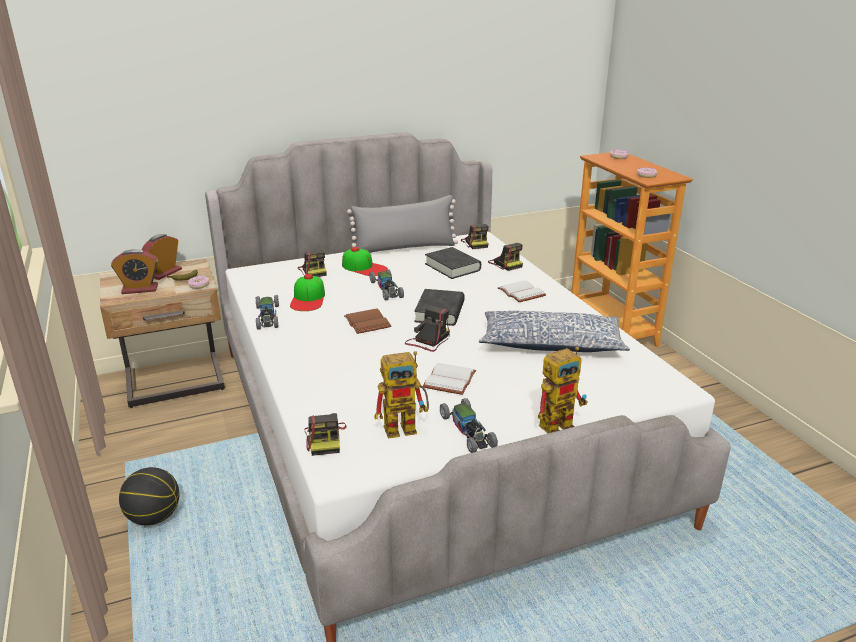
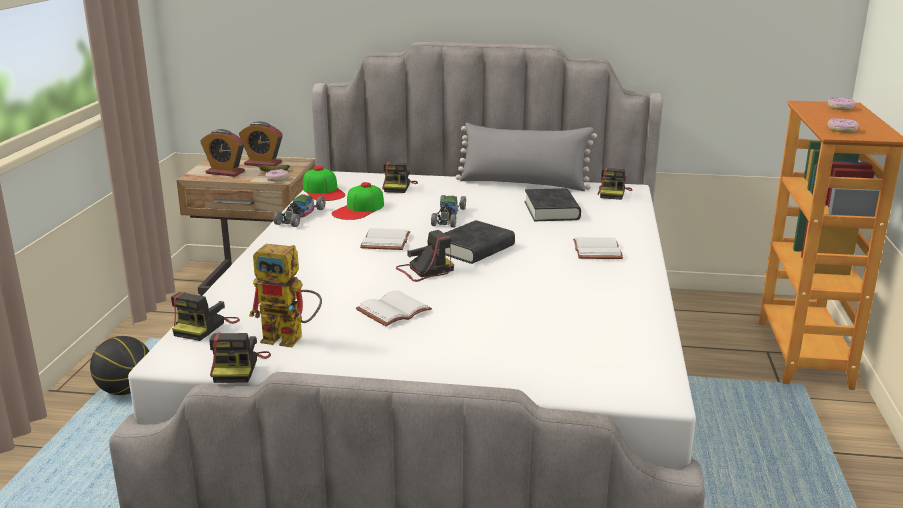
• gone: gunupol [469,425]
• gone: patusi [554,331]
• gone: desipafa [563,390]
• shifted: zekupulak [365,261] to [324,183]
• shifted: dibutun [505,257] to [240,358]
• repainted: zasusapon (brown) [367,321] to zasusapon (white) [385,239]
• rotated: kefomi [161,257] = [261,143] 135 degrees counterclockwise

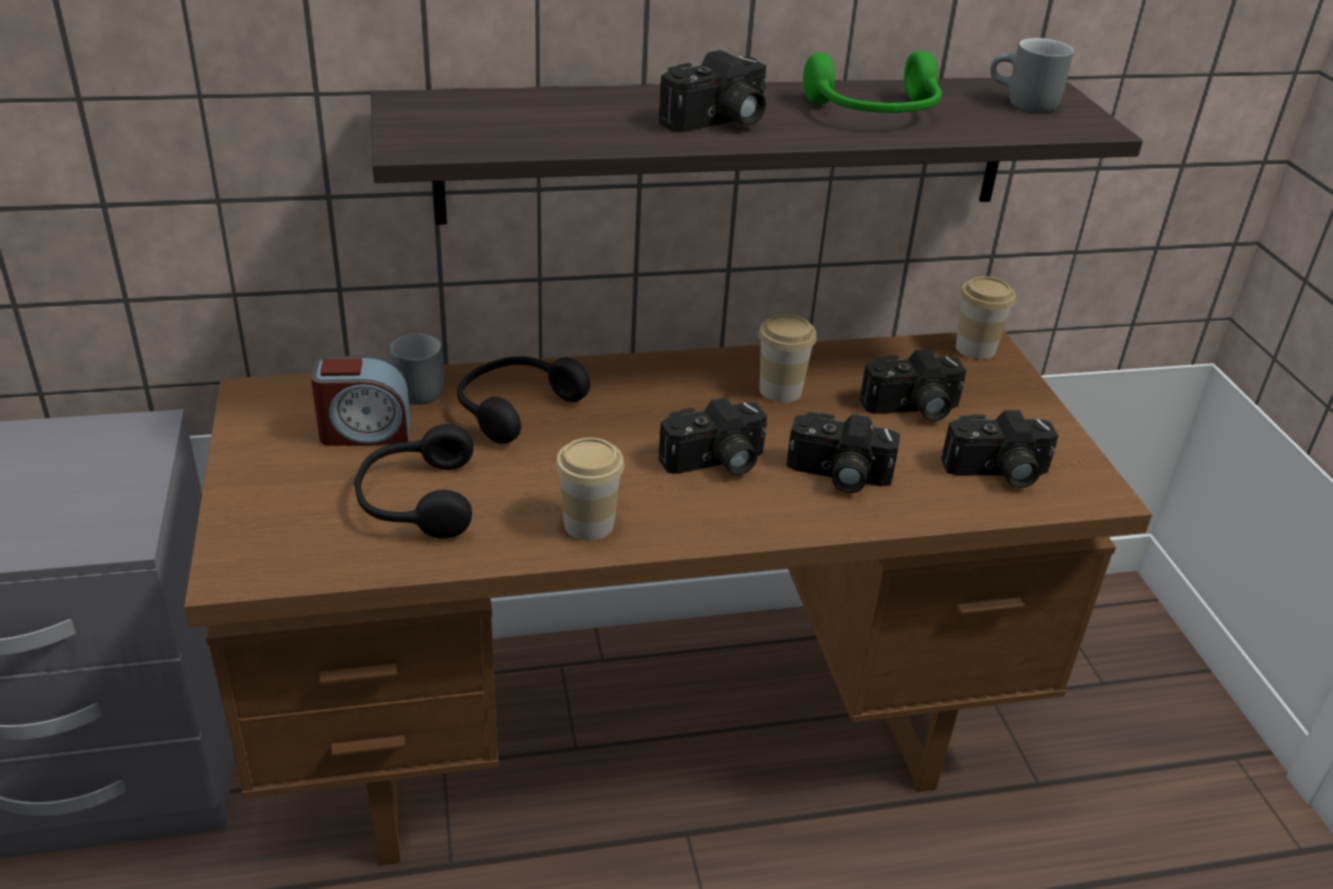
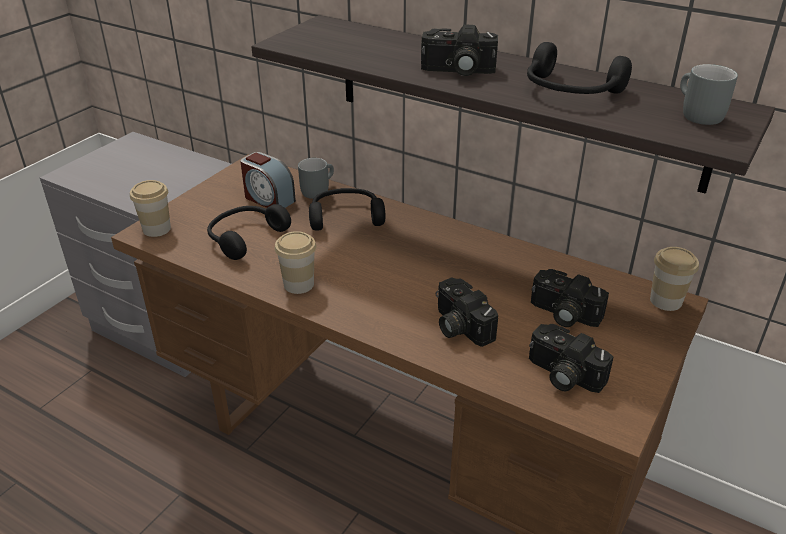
• gone: dibutun [712,436]
• shifted: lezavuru [787,358] to [150,208]
• repainted: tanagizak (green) [872,82] to tanagizak (black) [579,68]

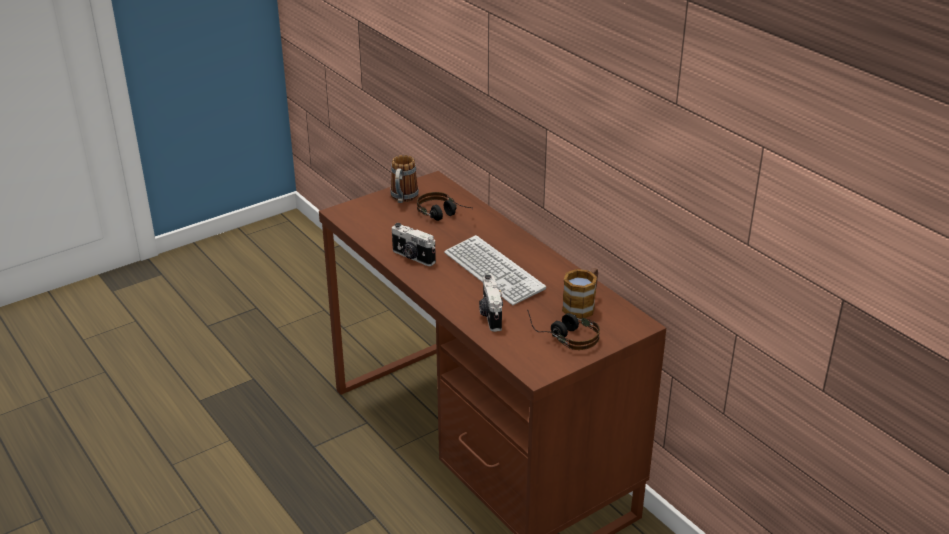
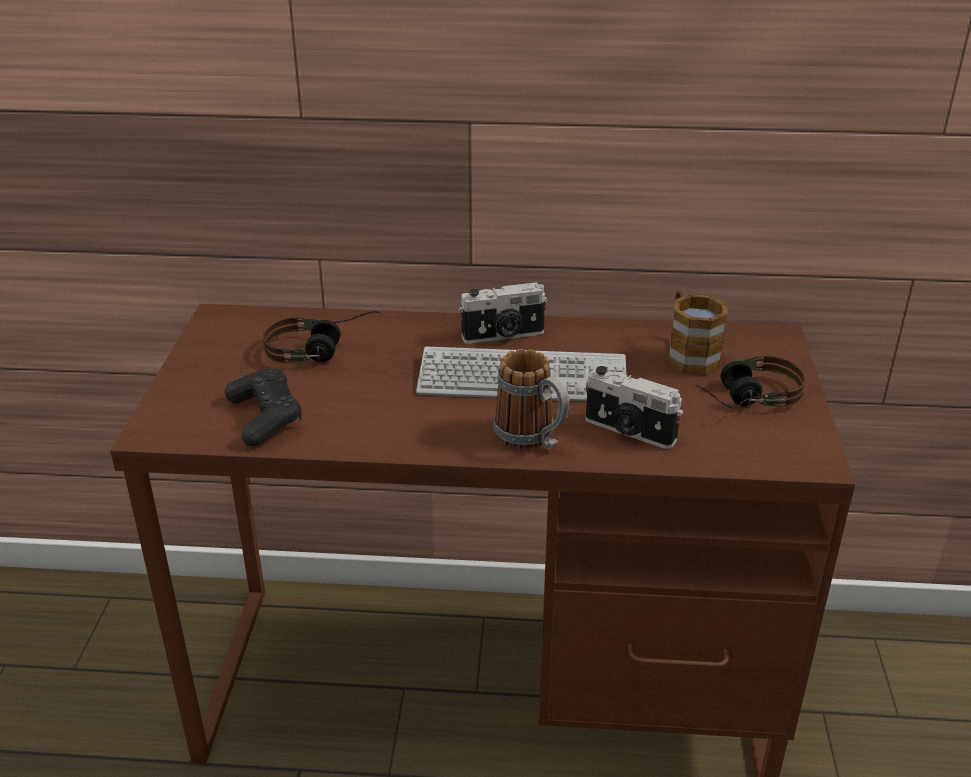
• new: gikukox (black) [263,408]
• shifted: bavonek [404,179] to [531,399]
• shifted: dibutun [414,244] to [503,313]

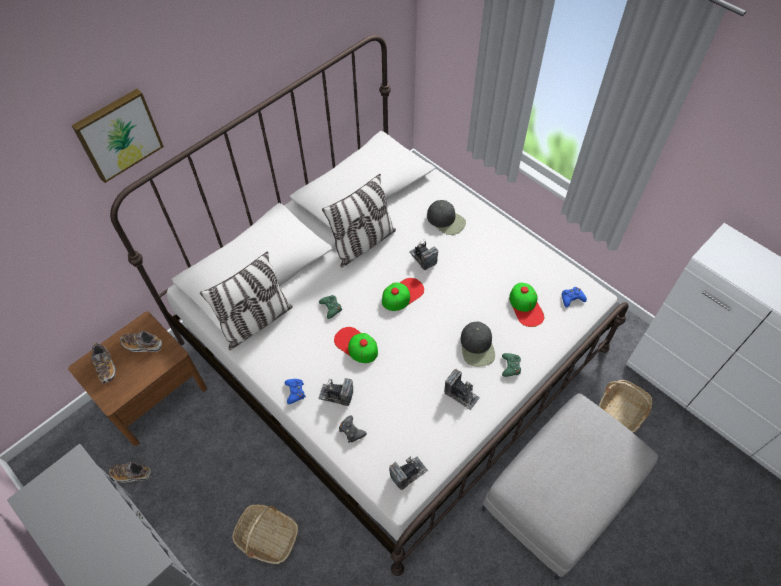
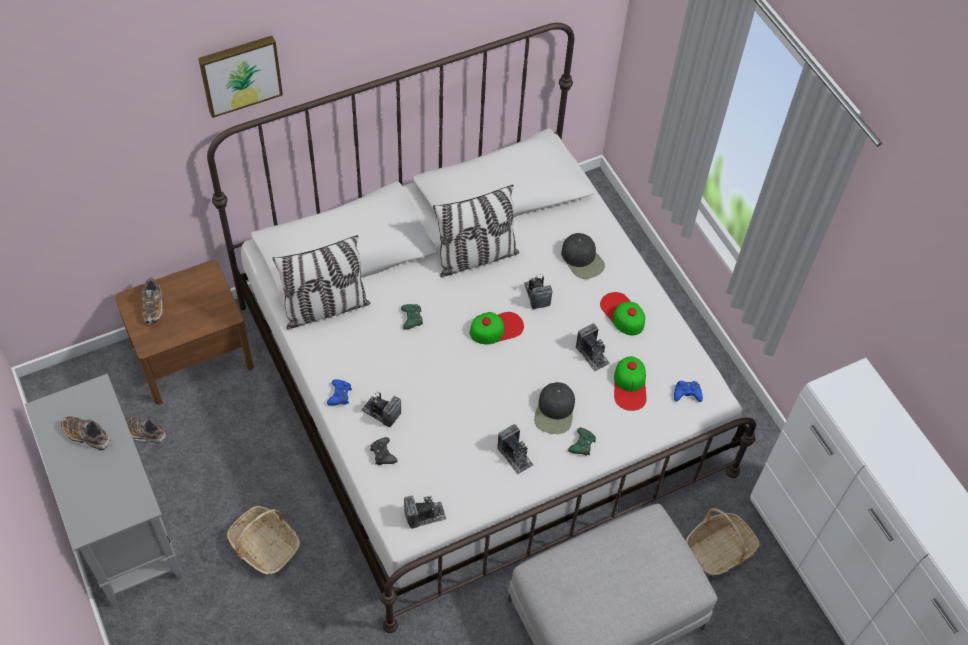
• new: dibutun [593,348]
• shifted: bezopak [141,341] to [86,433]
• shifted: zekupulak [356,345] to [622,314]

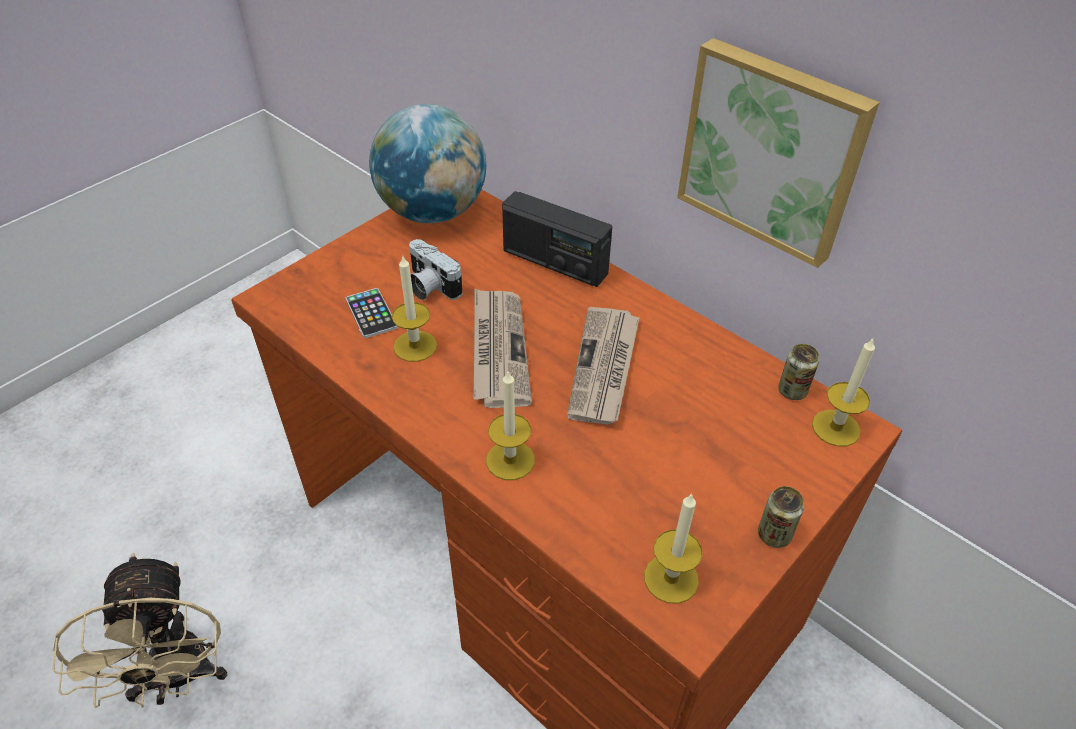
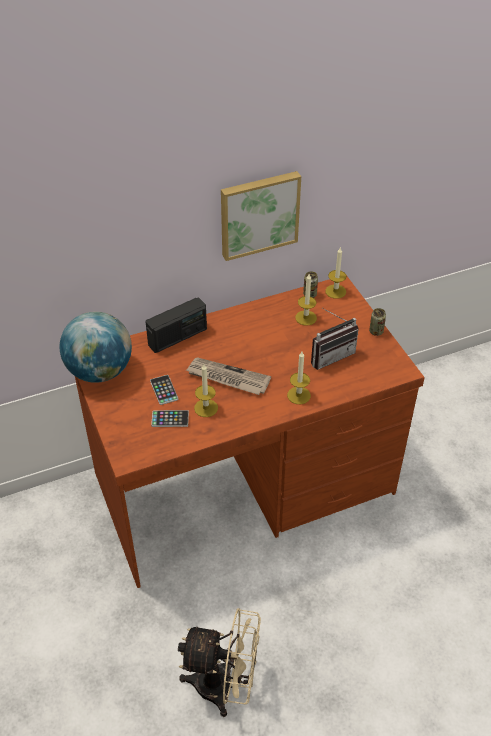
• gone: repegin [603,366]
• new: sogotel [335,339]
• shifted: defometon [673,548] to [306,300]
• swapped: dibutun [435,269] to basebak [164,390]

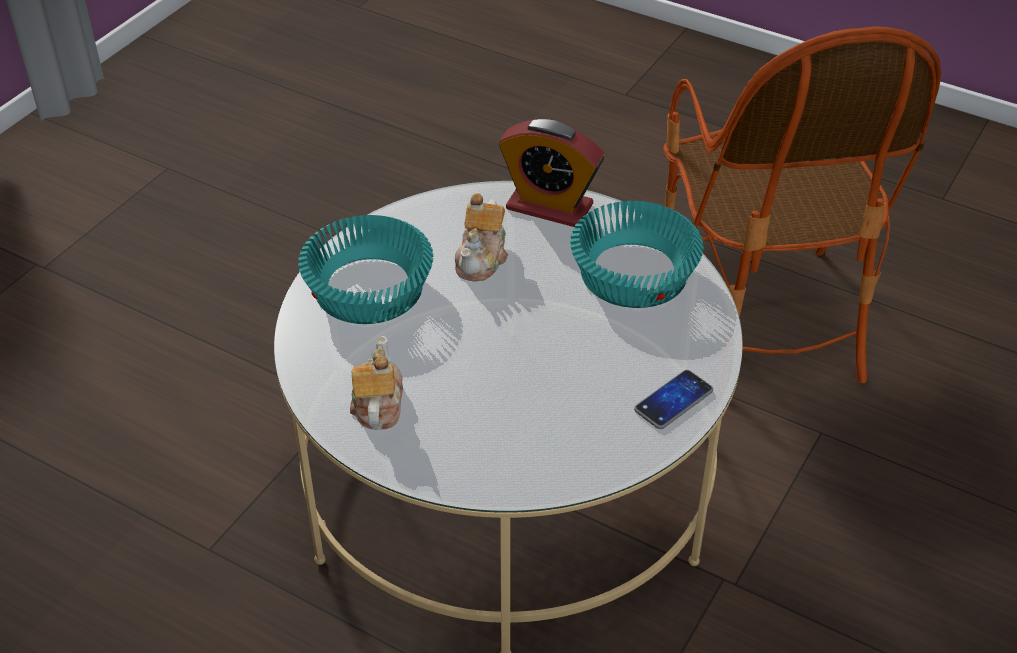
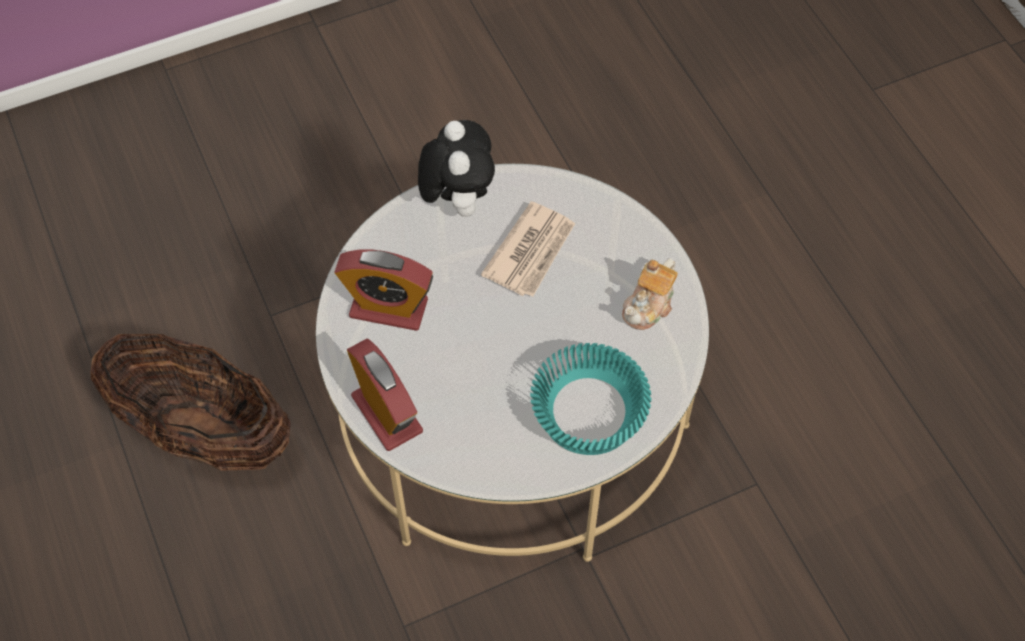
• gone: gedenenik [481,237]
• new: repegin [528,249]
• swapped: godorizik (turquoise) [636,254] to kefomi [384,290]
• swapped: basebak [673,399] to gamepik [456,168]
• swapped: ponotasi [802,204] to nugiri [191,402]

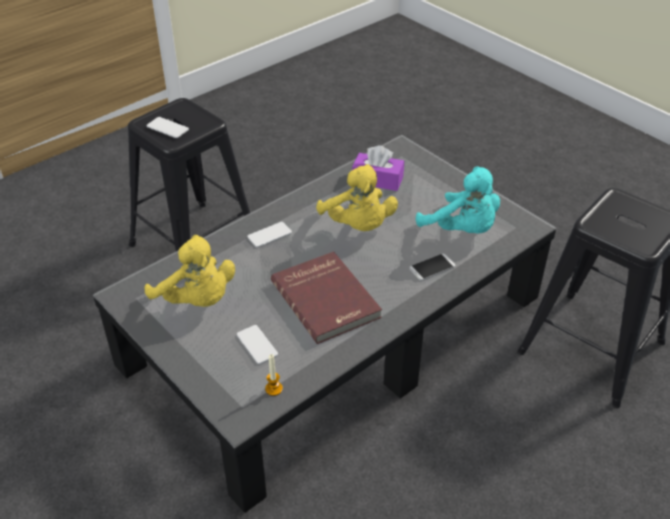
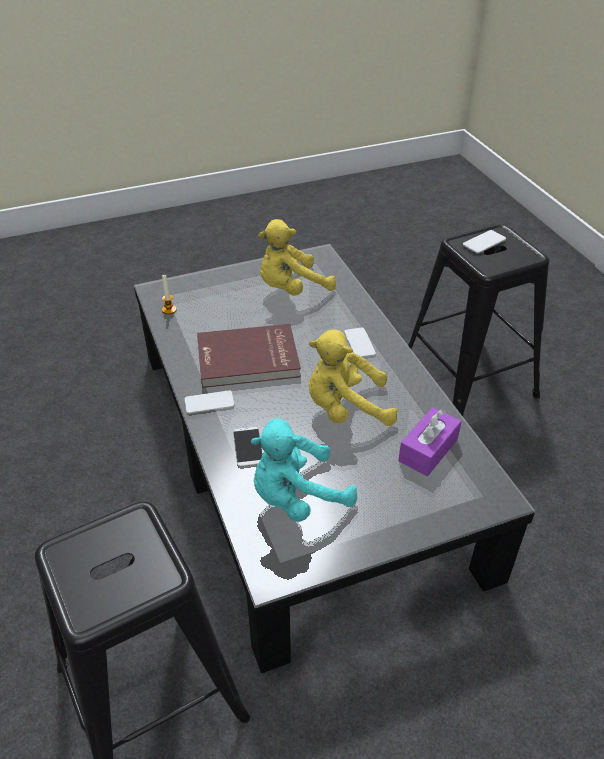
• shifted: basebak [257,344] to [209,402]

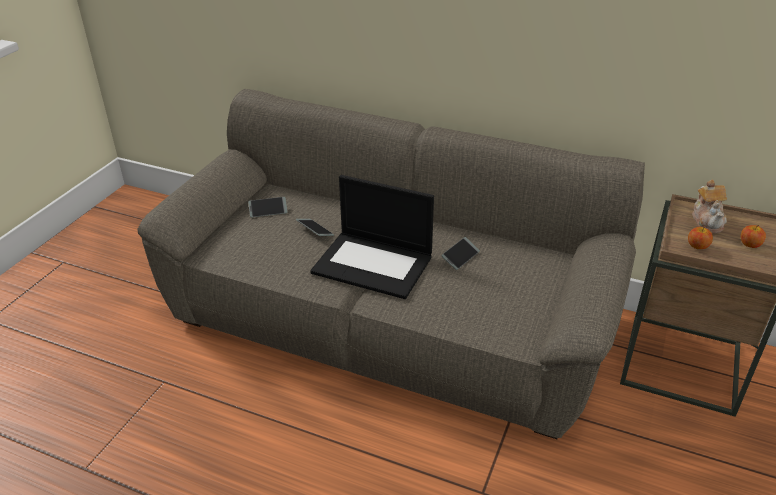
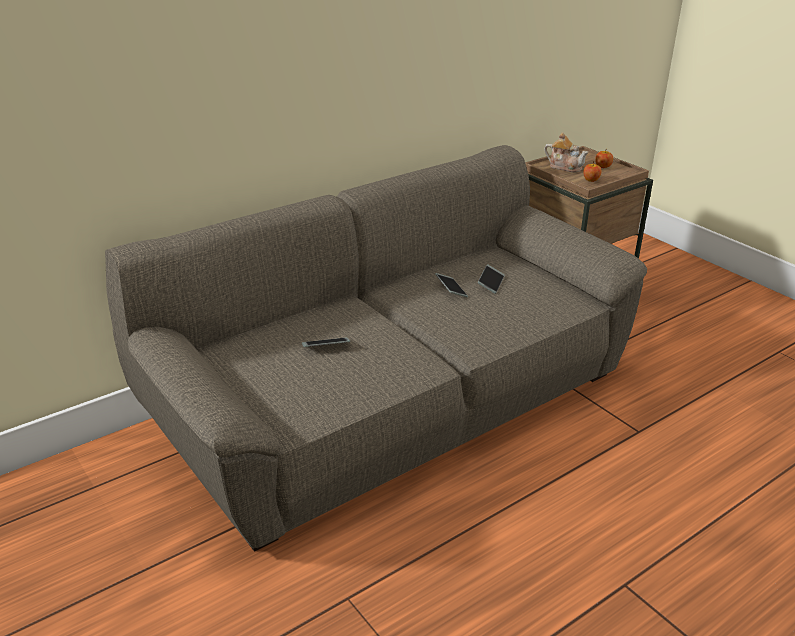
• gone: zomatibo [372,237]
• shifted: basebak [268,207] to [491,279]

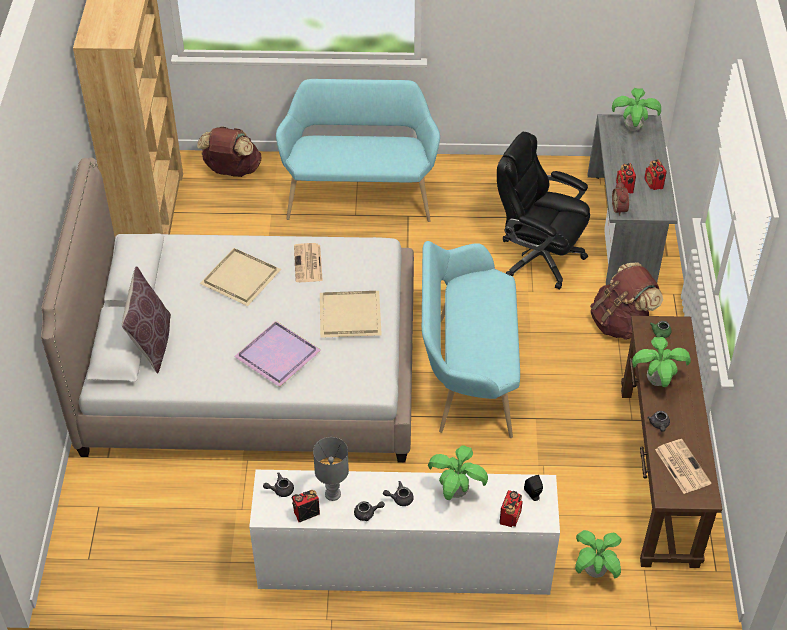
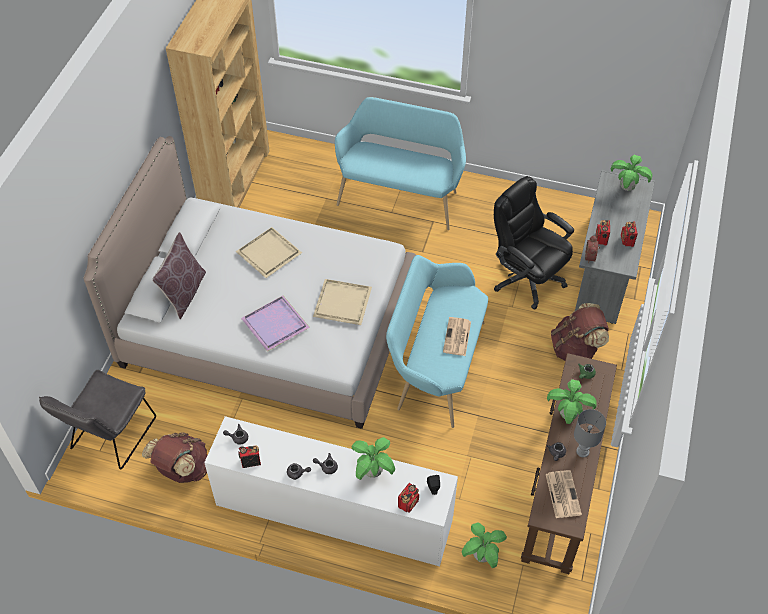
• new: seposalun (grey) [97,419]
• shifted: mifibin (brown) [229,151] to [174,457]
• shifted: repegin [308,262] to [457,336]
• shifted: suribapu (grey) [331,469] to [590,433]

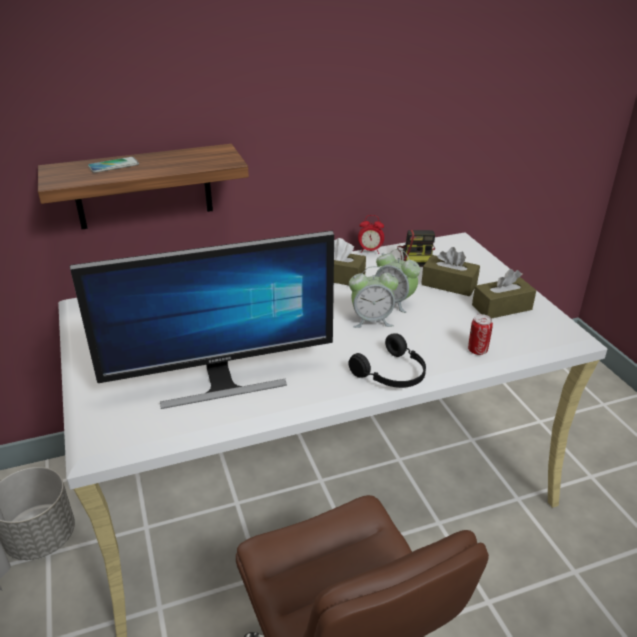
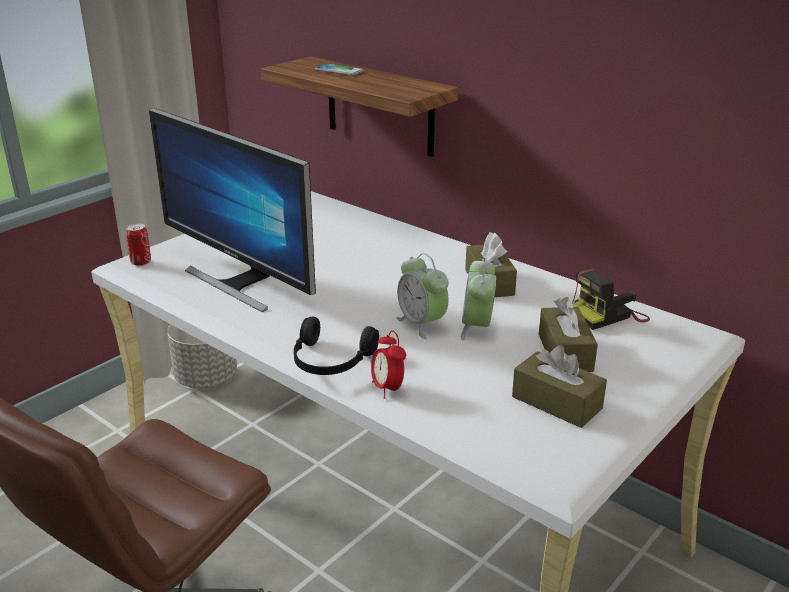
• shifted: kefomi [371,234] to [388,364]
• shifted: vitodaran [480,334] to [138,244]

